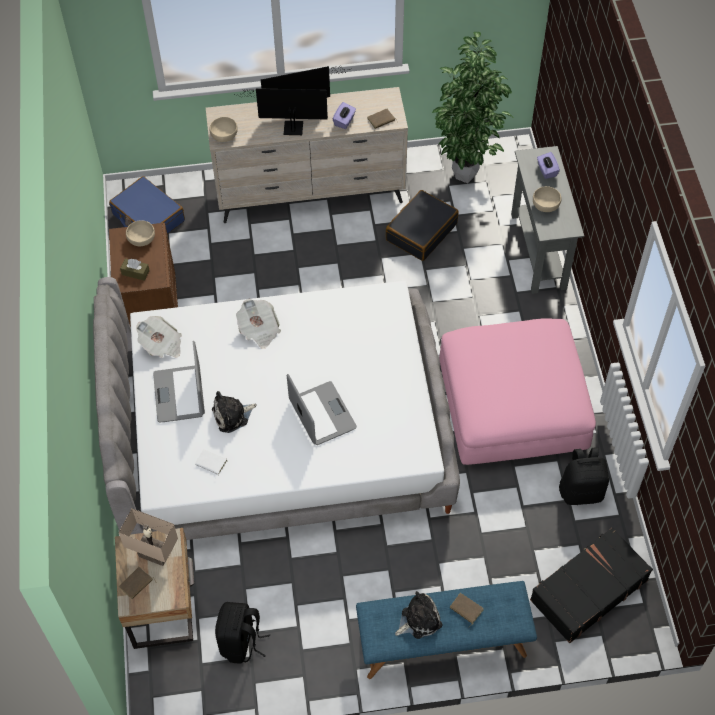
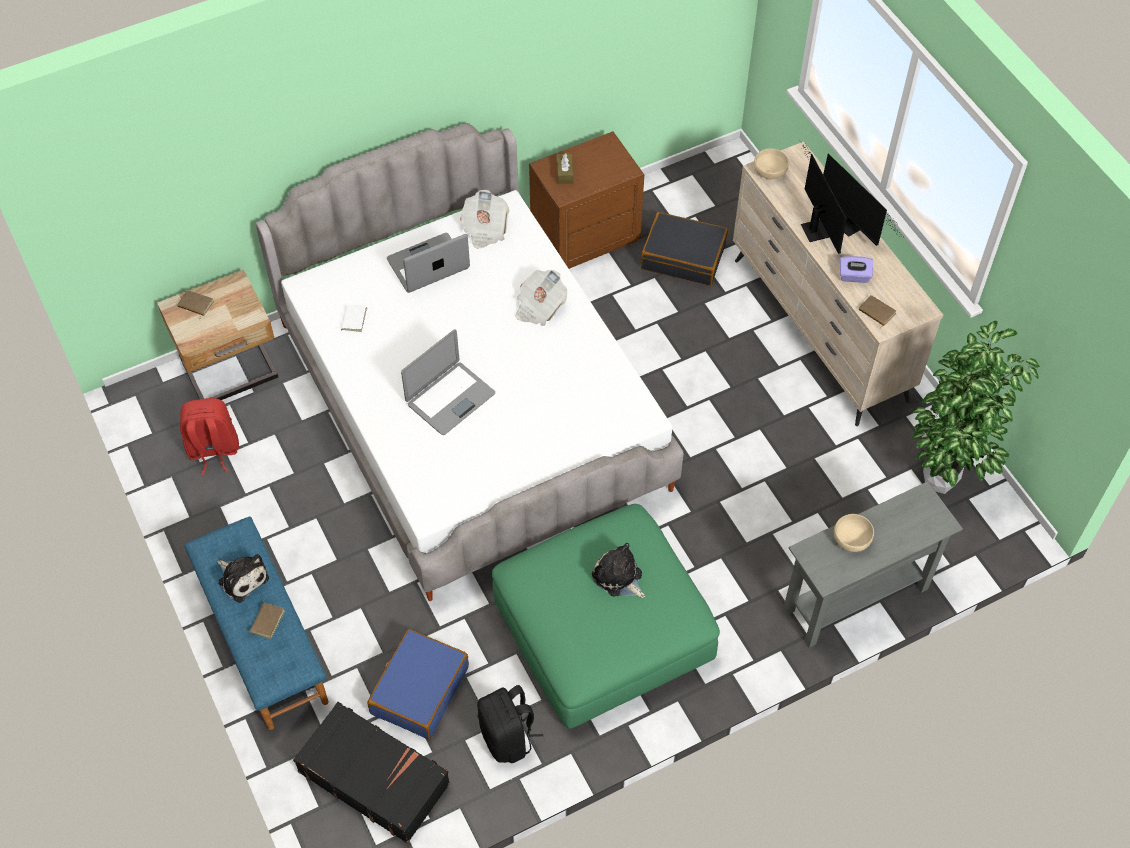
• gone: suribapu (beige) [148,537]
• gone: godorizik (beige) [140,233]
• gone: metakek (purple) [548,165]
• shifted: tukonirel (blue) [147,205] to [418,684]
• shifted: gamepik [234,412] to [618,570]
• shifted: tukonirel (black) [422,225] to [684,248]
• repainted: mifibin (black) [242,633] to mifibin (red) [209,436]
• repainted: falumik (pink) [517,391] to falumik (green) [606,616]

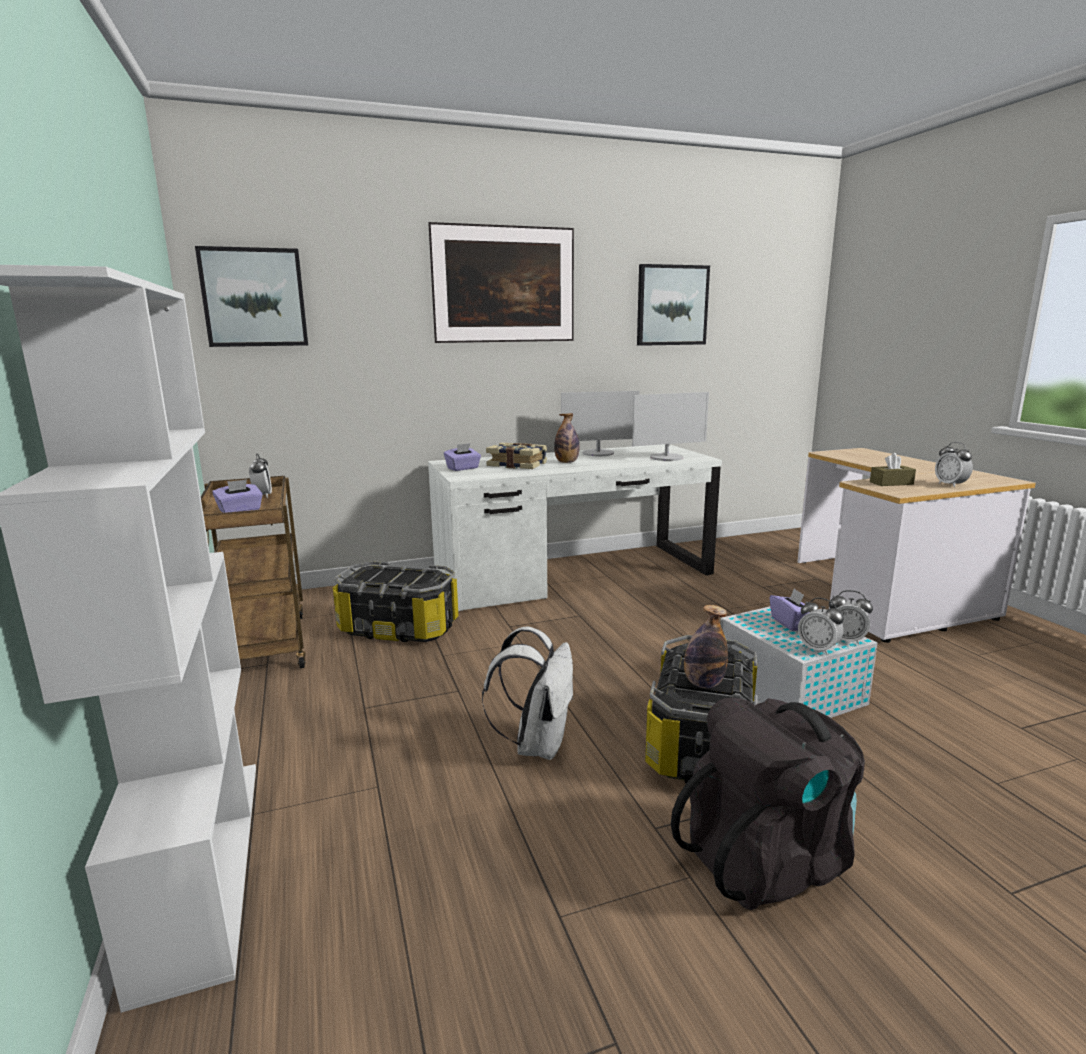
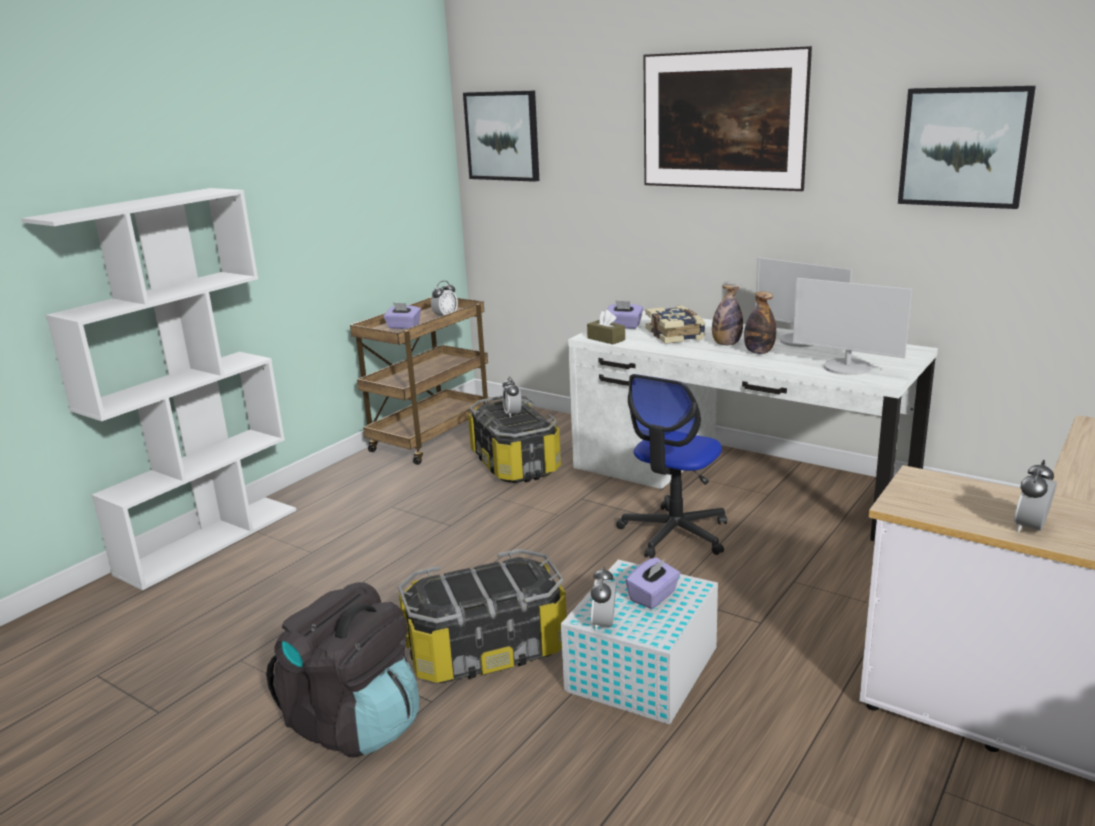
• gone: mifibin (white) [528,693]
• new: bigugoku [671,466]
• shifted: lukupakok [706,646] to [760,323]
• shifted: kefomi [851,617] to [512,397]
• shifted: metakek (brown) [893,469] to [606,327]

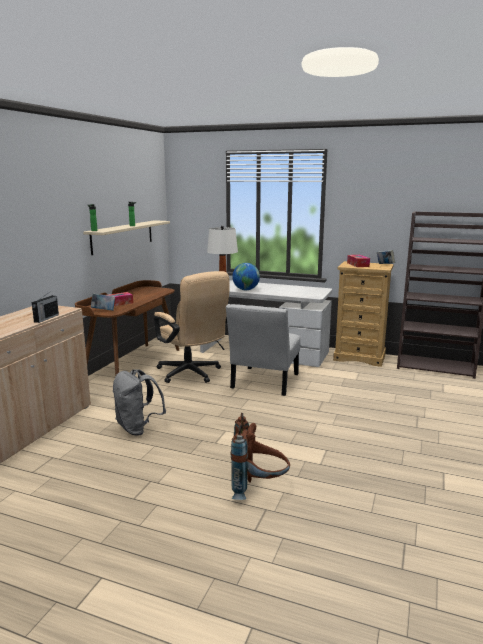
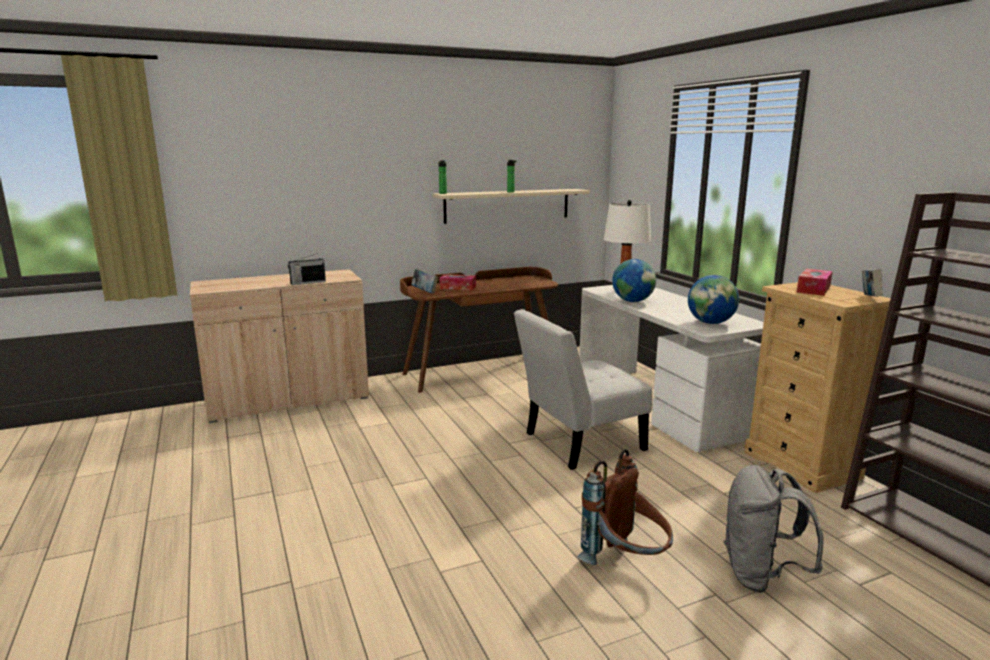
• gone: bigugoku (beige) [192,327]
• new: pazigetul [713,299]
• shifted: mifibin (grey) [139,402] to [773,529]
• shifted: mifibin (brown) [260,456] to [625,507]

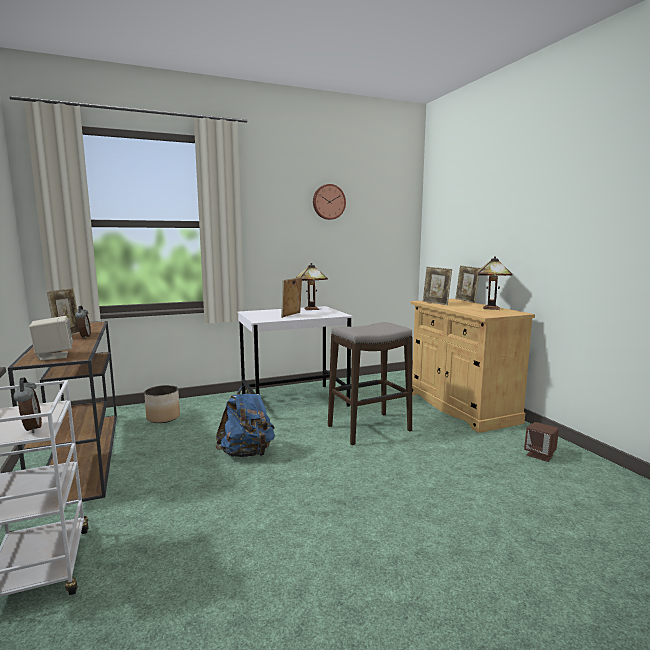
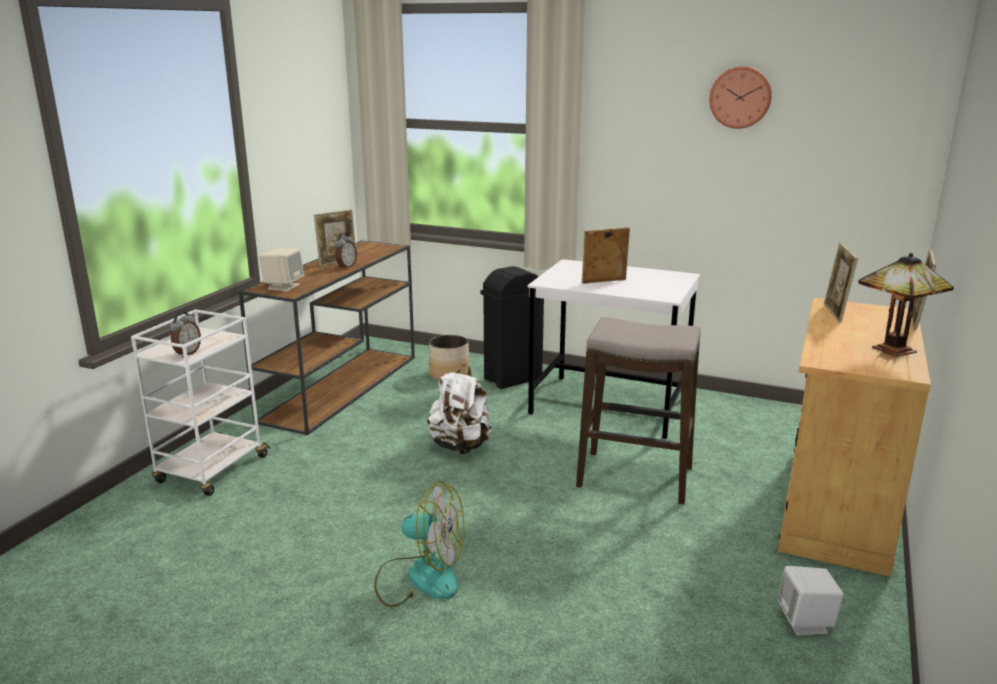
• gone: suribapu [312,286]
• new: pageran [419,544]
• new: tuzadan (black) [512,327]
• repainted: mifibin (blue) [245,421] to mifibin (white) [459,409]
• repainted: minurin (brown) [541,442] to minurin (white) [810,600]

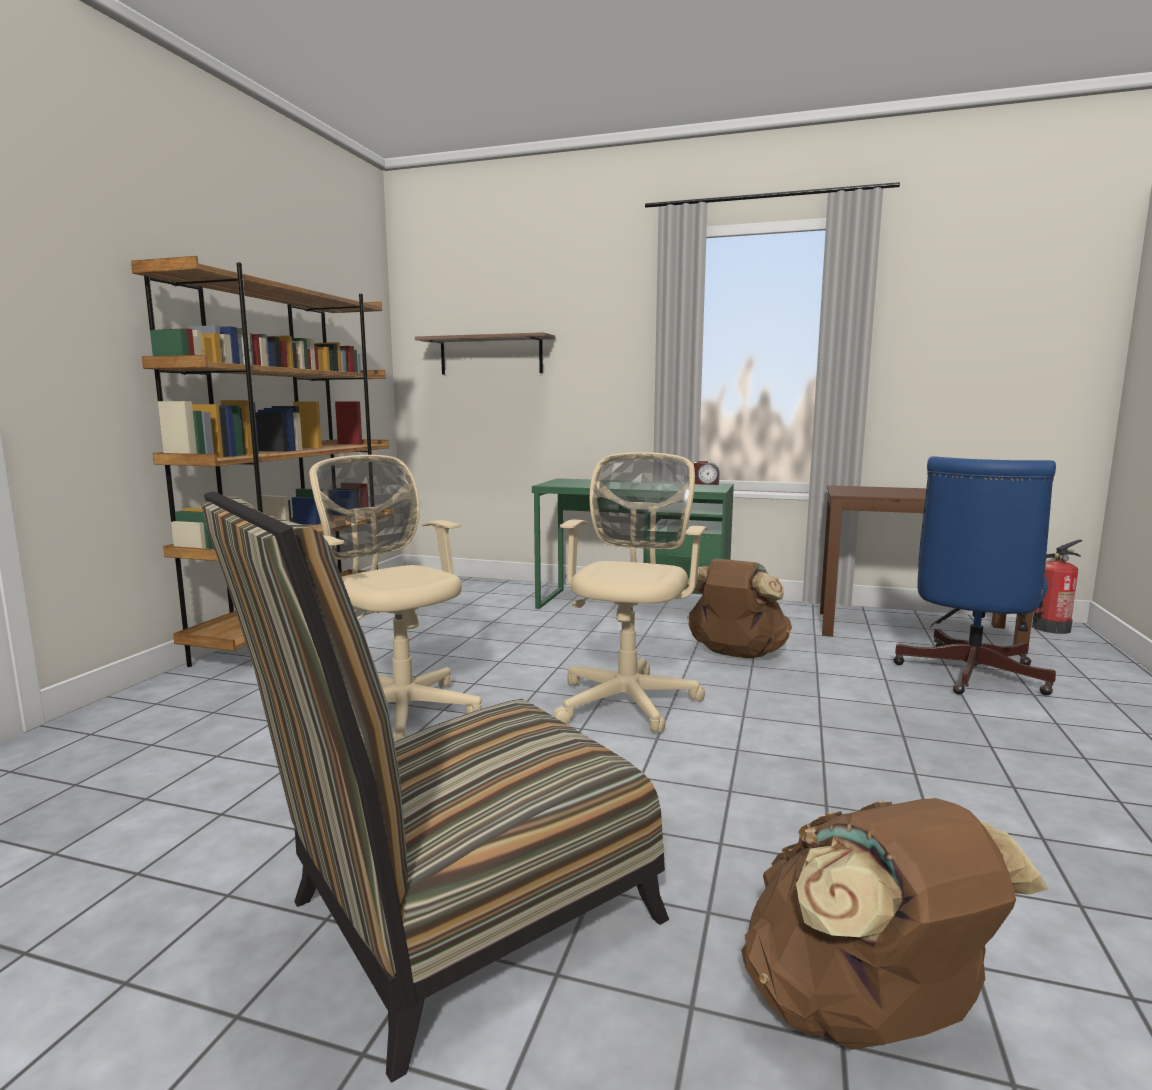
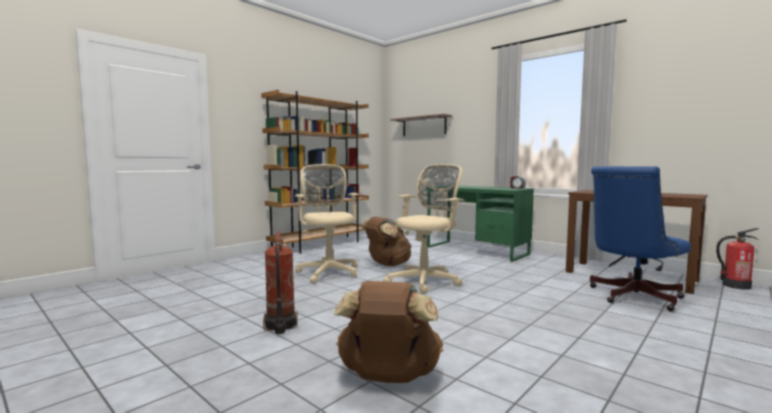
• shifted: mifibin (brown) [739,608] to [386,241]
• swapped: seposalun [435,786] to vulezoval [280,282]

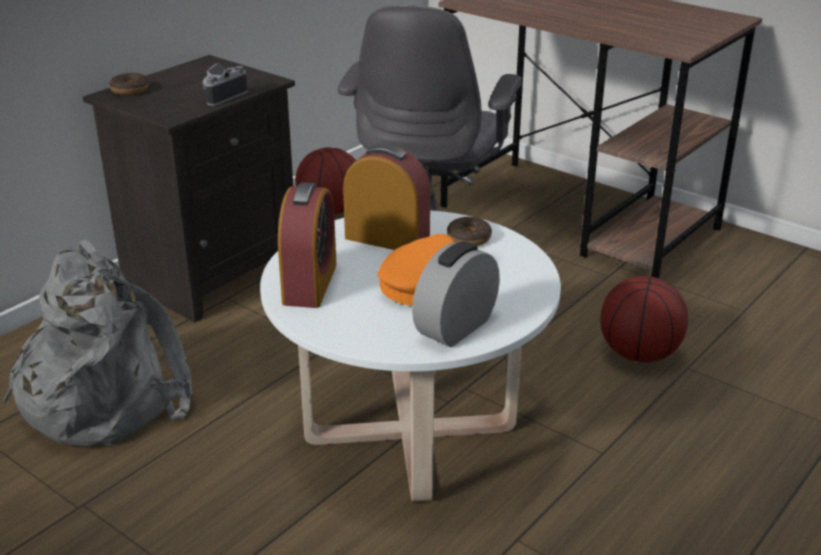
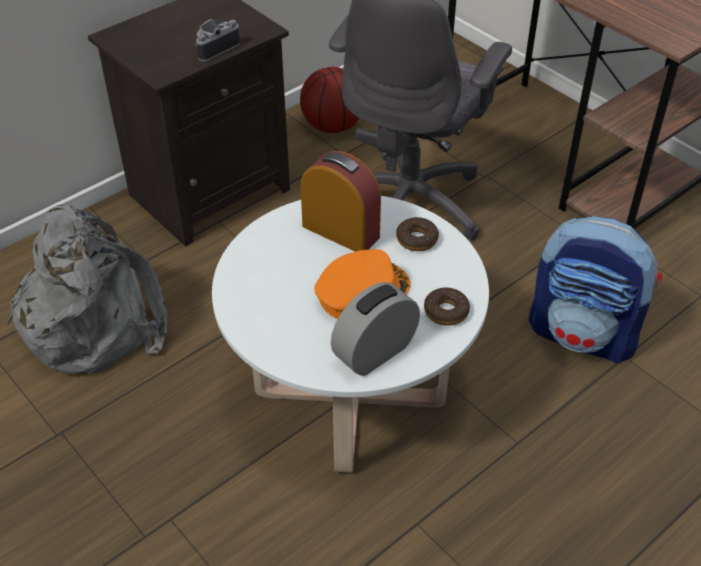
• gone: kefomi [307,245]
• shifted: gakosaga [129,84] to [447,307]
• swapped: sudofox [644,319] to mifibin [595,289]

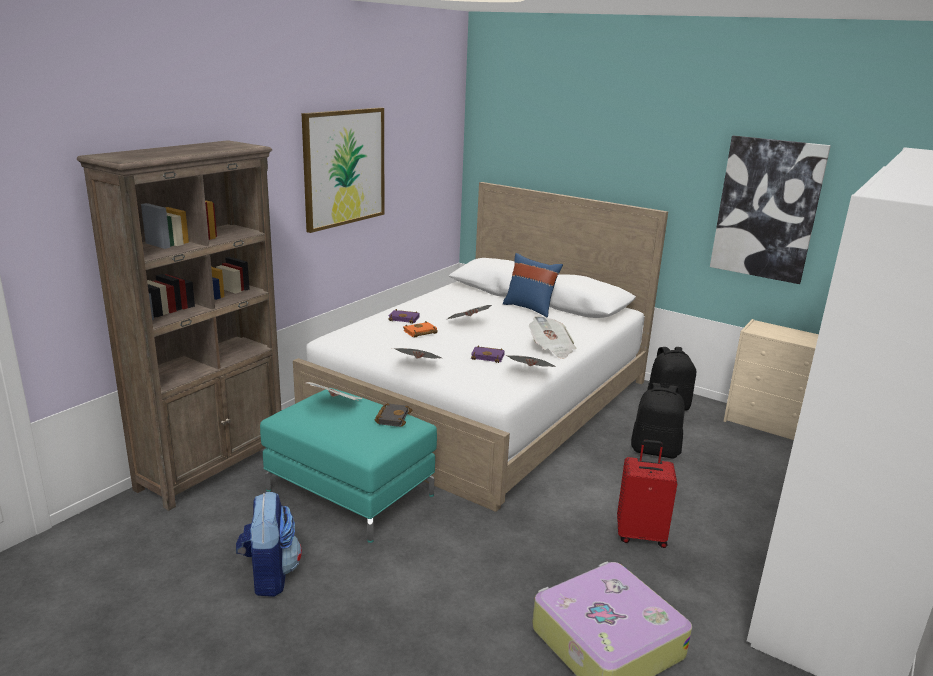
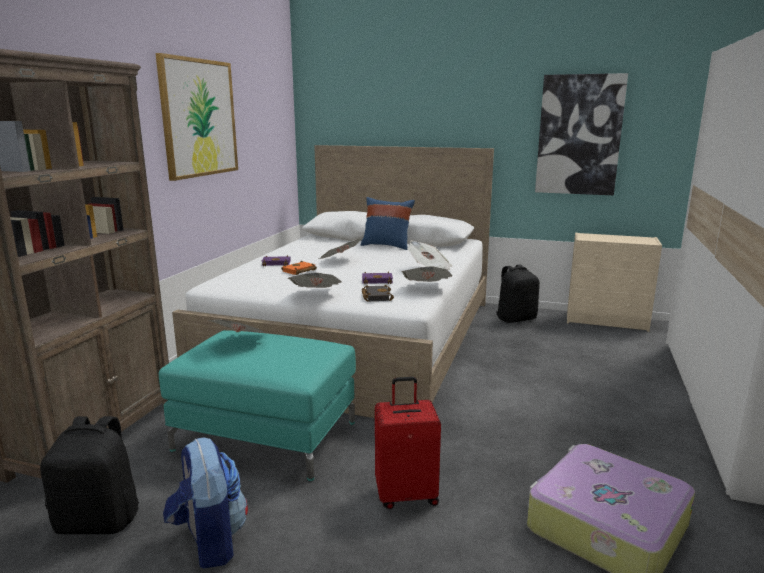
• shifted: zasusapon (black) [393,415] to [378,293]
• shifted: tukonirel (red) [647,494] to [408,443]
• shifted: mifibin (black) [658,421] to [89,475]

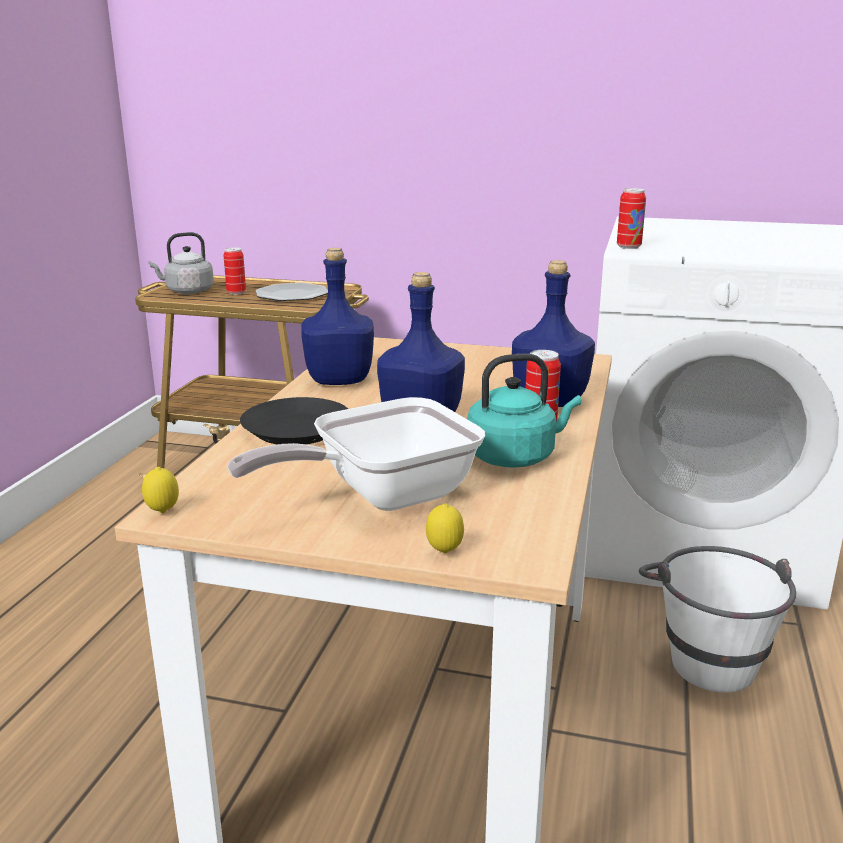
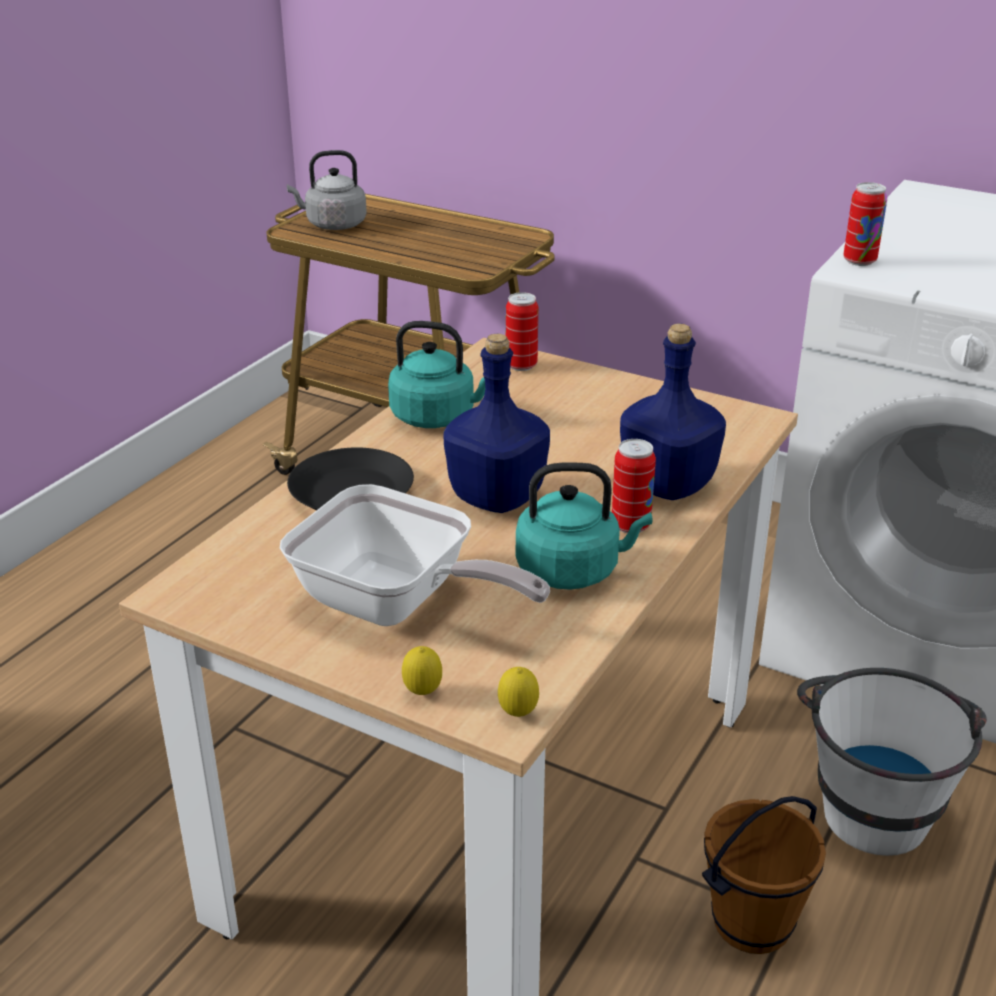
• gone: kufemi [292,292]
• new: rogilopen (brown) [764,875]
• shifted: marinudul [160,490] to [518,692]
• shifted: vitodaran [235,271] to [522,331]
• swapped: lukupakok (blue) [337,316] to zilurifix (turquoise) [436,374]
• rotated: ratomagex [356,454] = [415,555] 135 degrees counterclockwise

